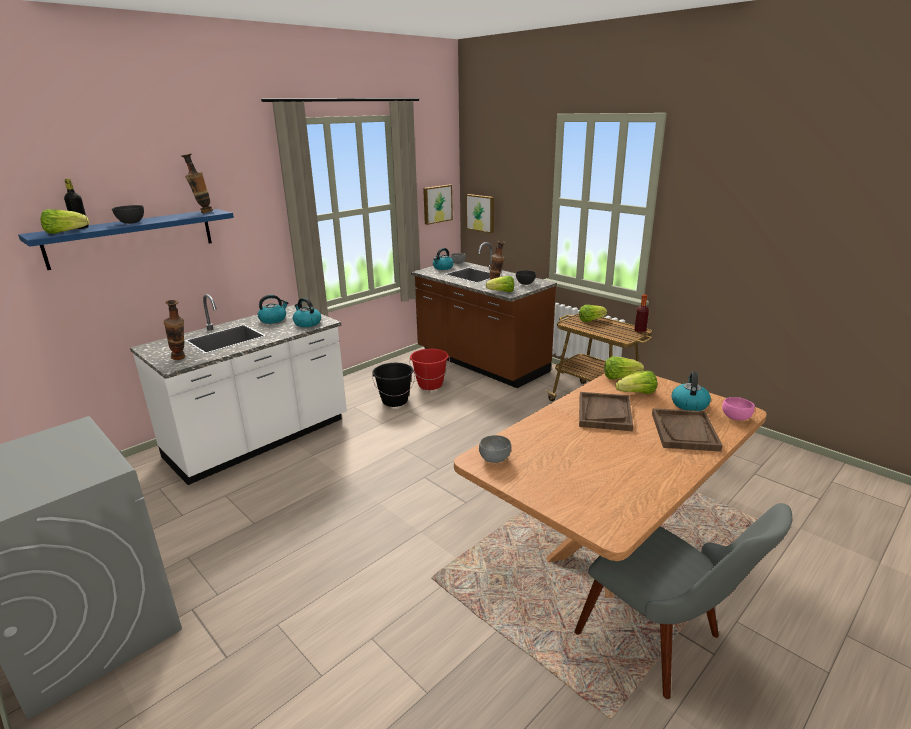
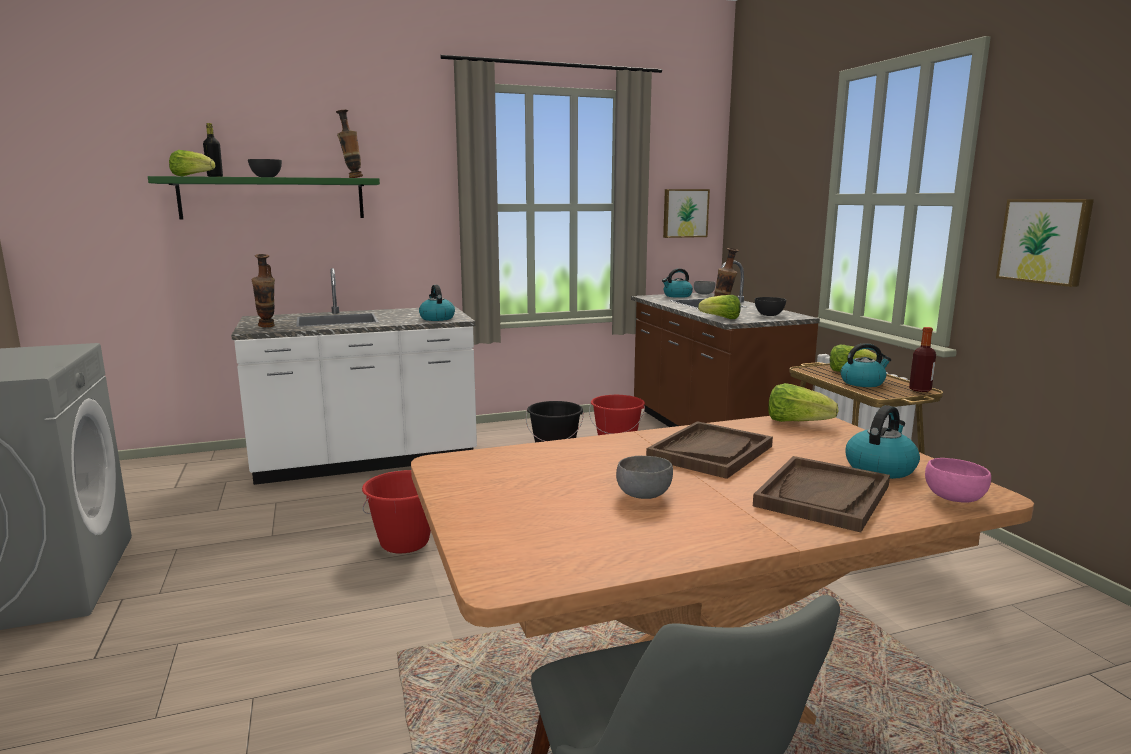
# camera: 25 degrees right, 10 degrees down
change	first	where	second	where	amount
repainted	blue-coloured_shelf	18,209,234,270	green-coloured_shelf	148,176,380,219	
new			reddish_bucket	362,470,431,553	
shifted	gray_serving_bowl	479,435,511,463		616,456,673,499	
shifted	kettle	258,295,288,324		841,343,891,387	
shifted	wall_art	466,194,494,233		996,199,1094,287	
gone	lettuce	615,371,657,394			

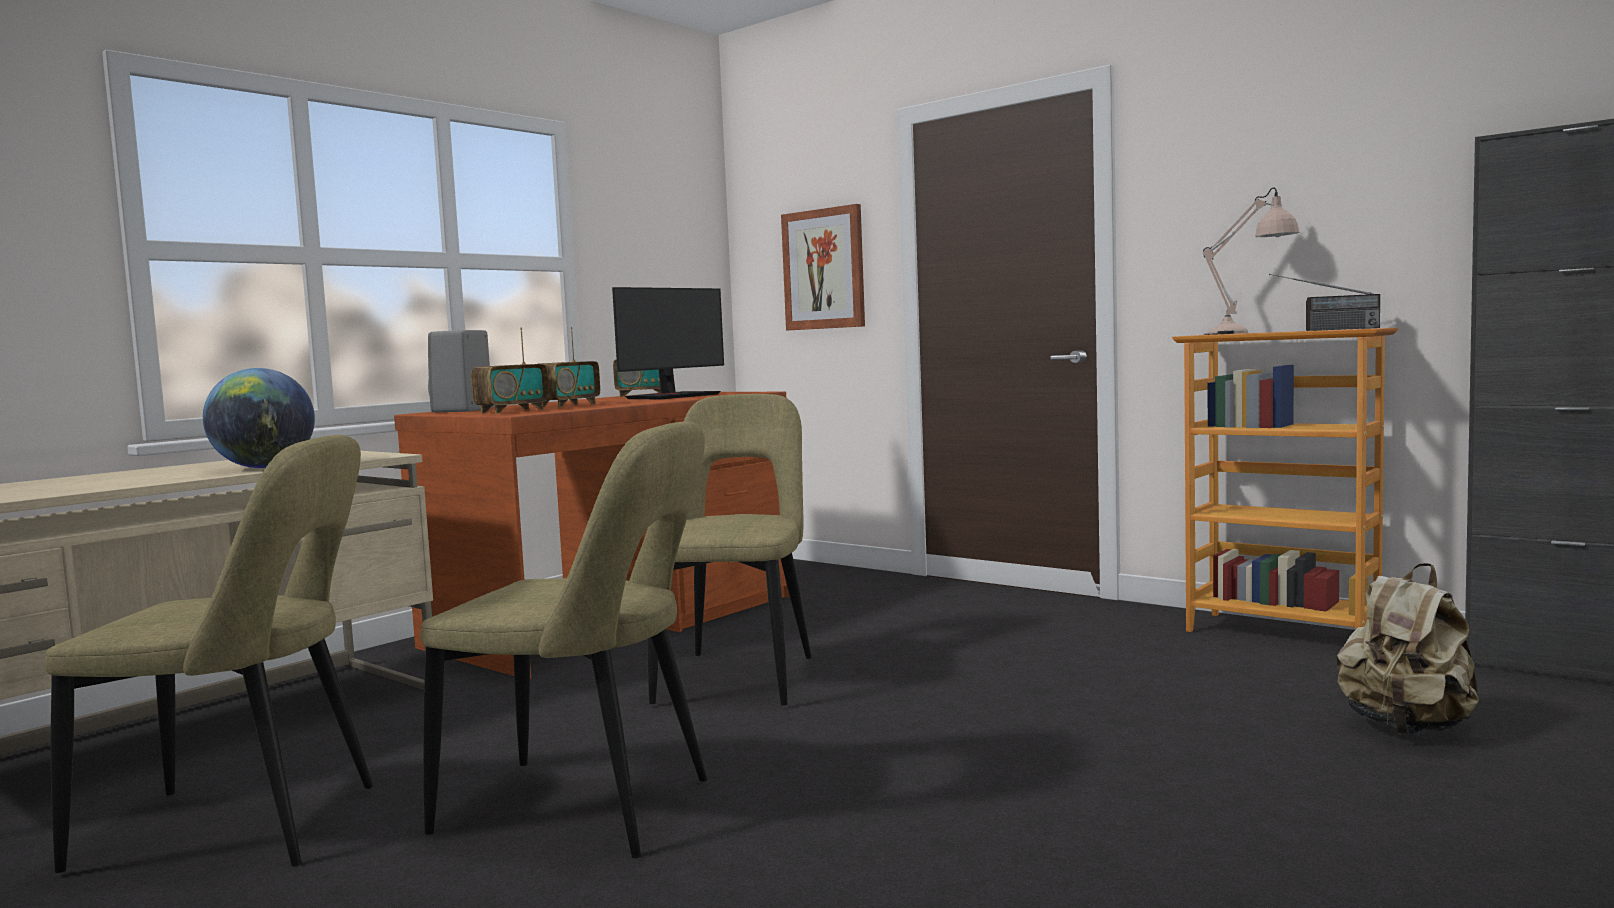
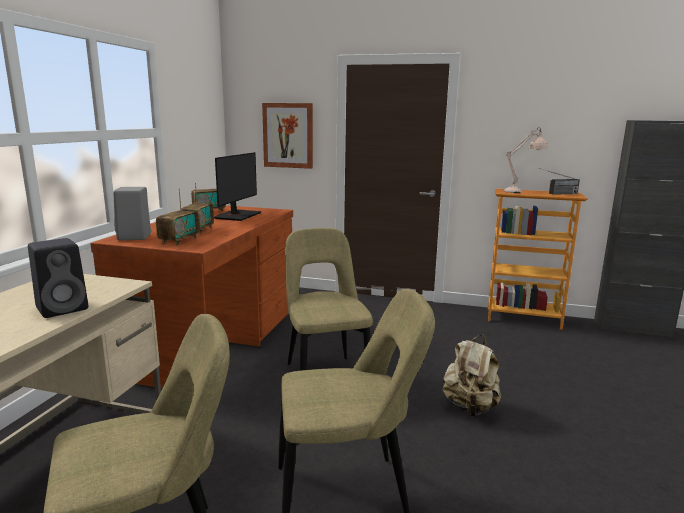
# camera: 25 degrees left, 10 degrees up
change	first	where	second	where	amount
swapped	world_globe	203,368,315,468	black_loudspeaker	28,238,88,318	
shifted	sand-coloured_rucksack	1336,563,1479,736		442,335,501,417	

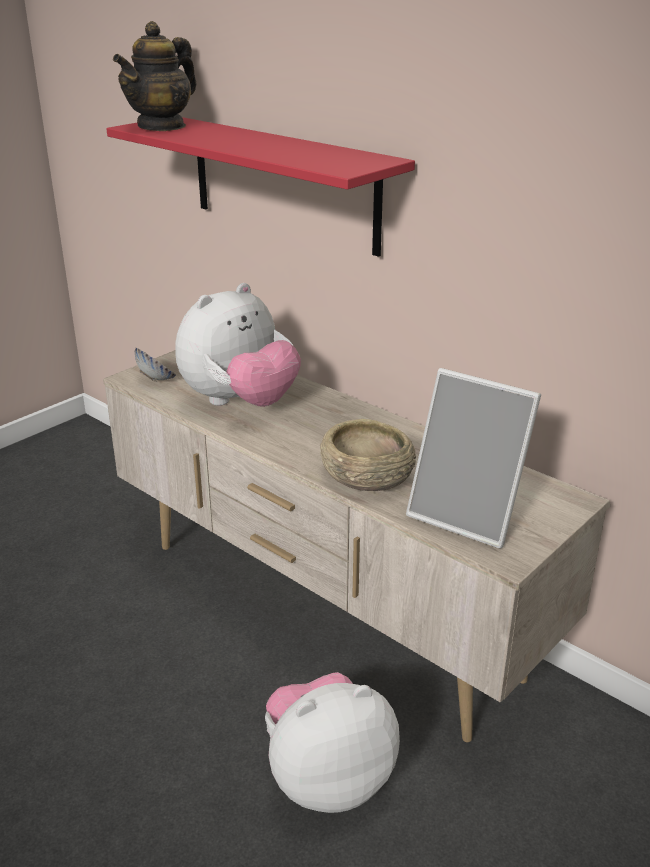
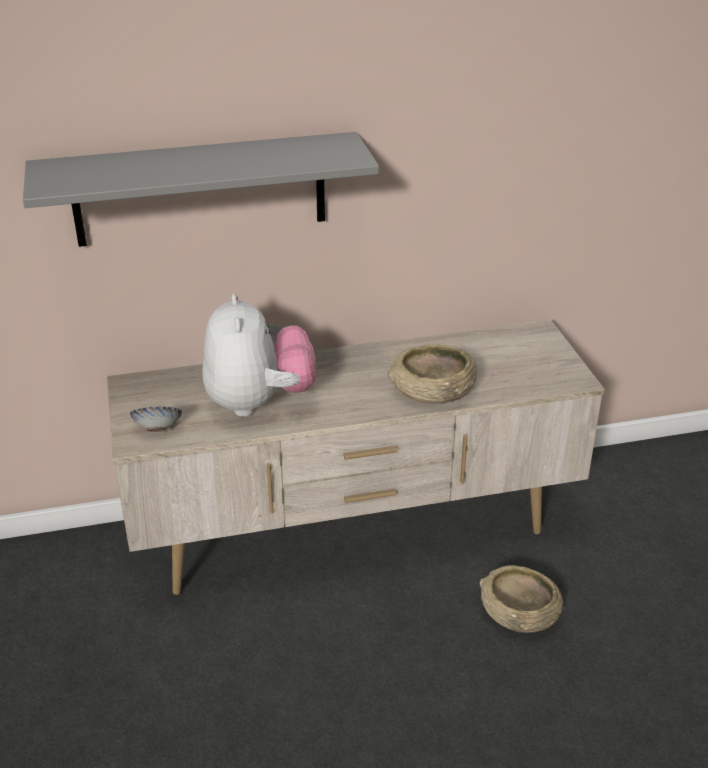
# camera: 55 degrees left, 5 degrees up
change	first	where	second	where	amount
repainted	reddish_shelf	106,117,415,257	gray_shelf	23,132,379,247	
swapped	plush_toy	265,672,400,813	sand-coloured_serving_bowl	480,565,563,633	
gone	tea_pot	113,21,197,131			
gone	standing_frame	406,368,541,548			

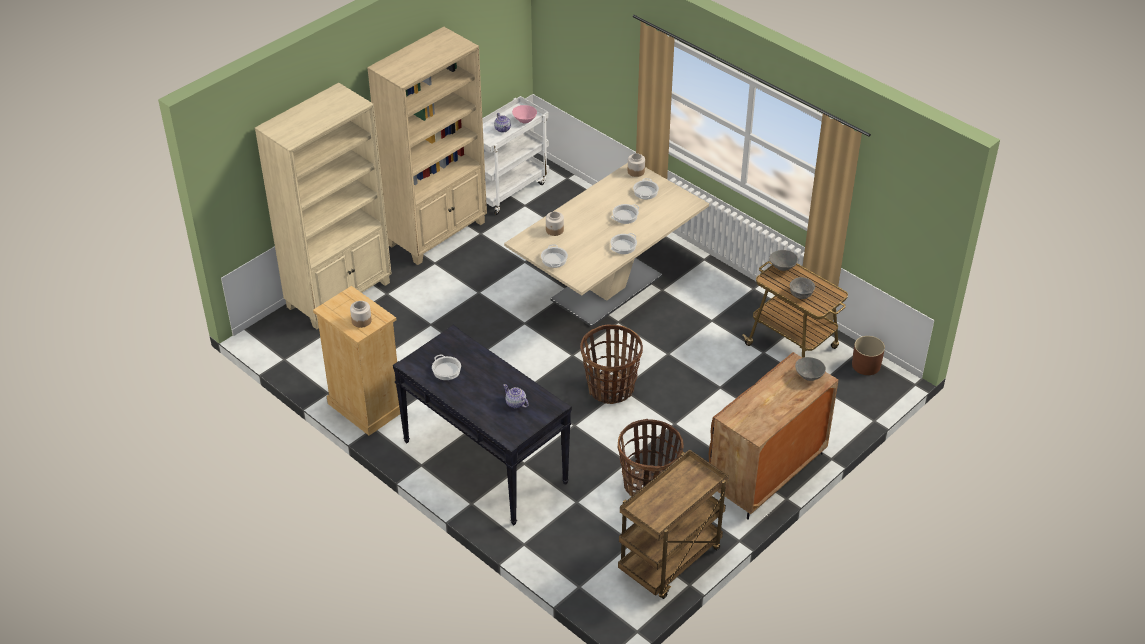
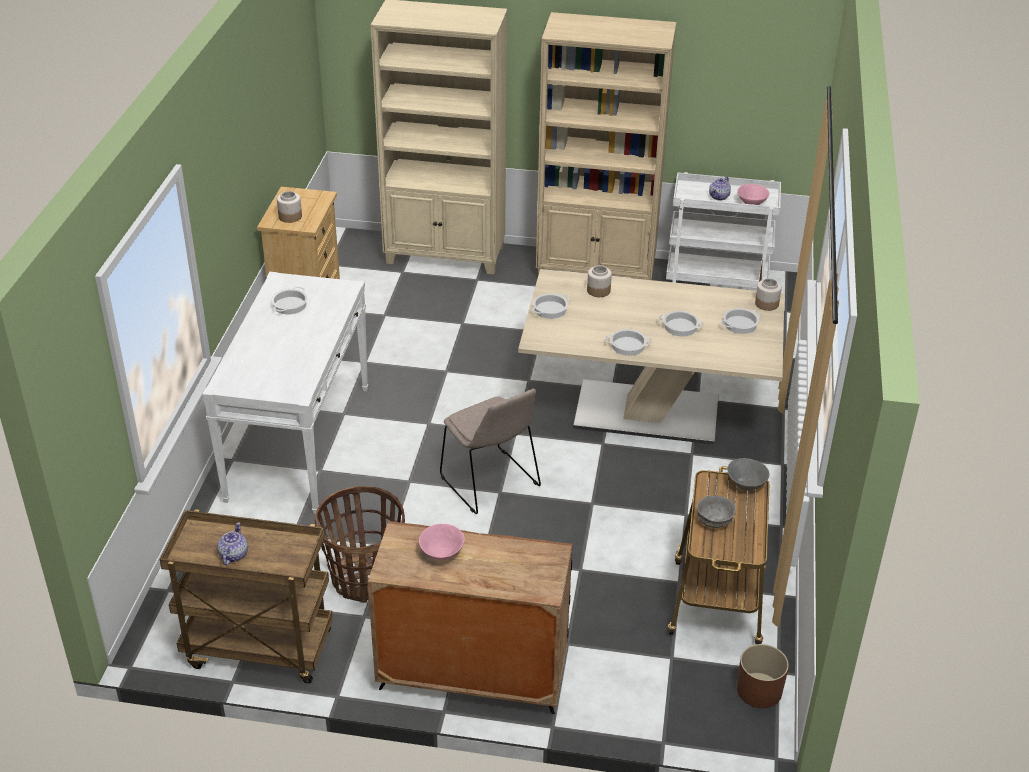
# camera: 55 degrees right, 5 degrees down
change	first	where	second	where	amount
repainted	black_narrow_table	393,325,572,525	white_narrow_table	202,272,368,514	
shifted	tea_pot	503,384,529,408		217,522,248,565	
new			pinkish_serving_bowl	419,524,465,561	
swapped	storage_basket	580,324,643,404	sand-coloured_plain_chair	440,389,541,514	
gone	gray_serving_bowl	795,357,826,381			

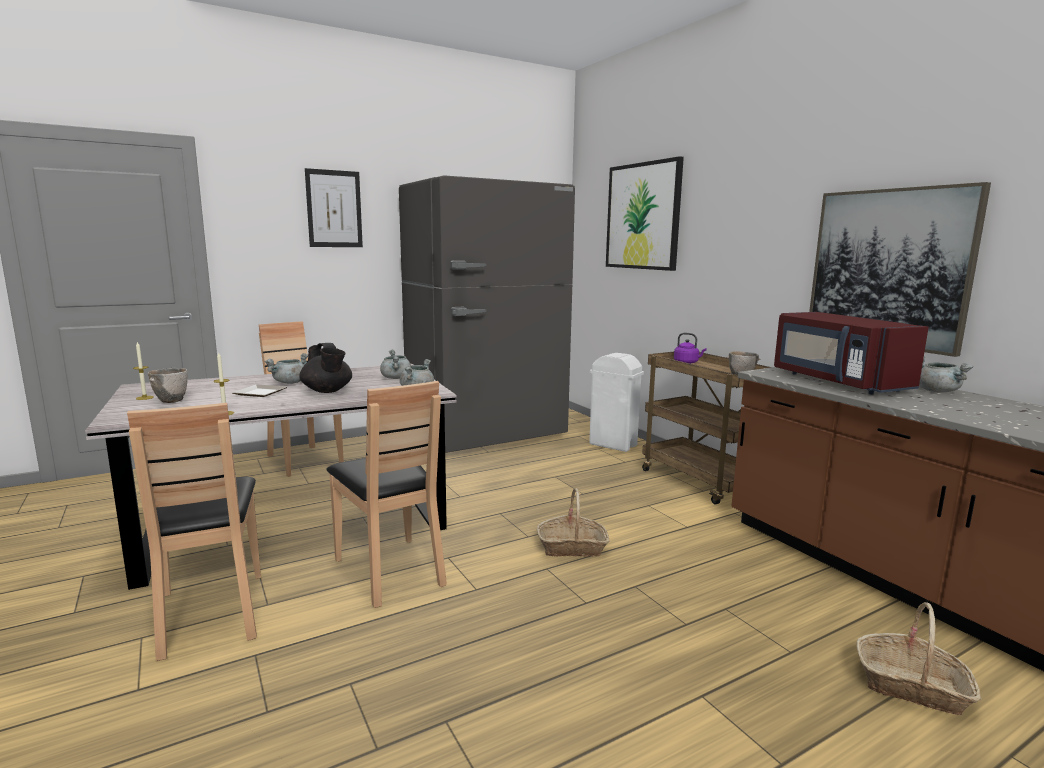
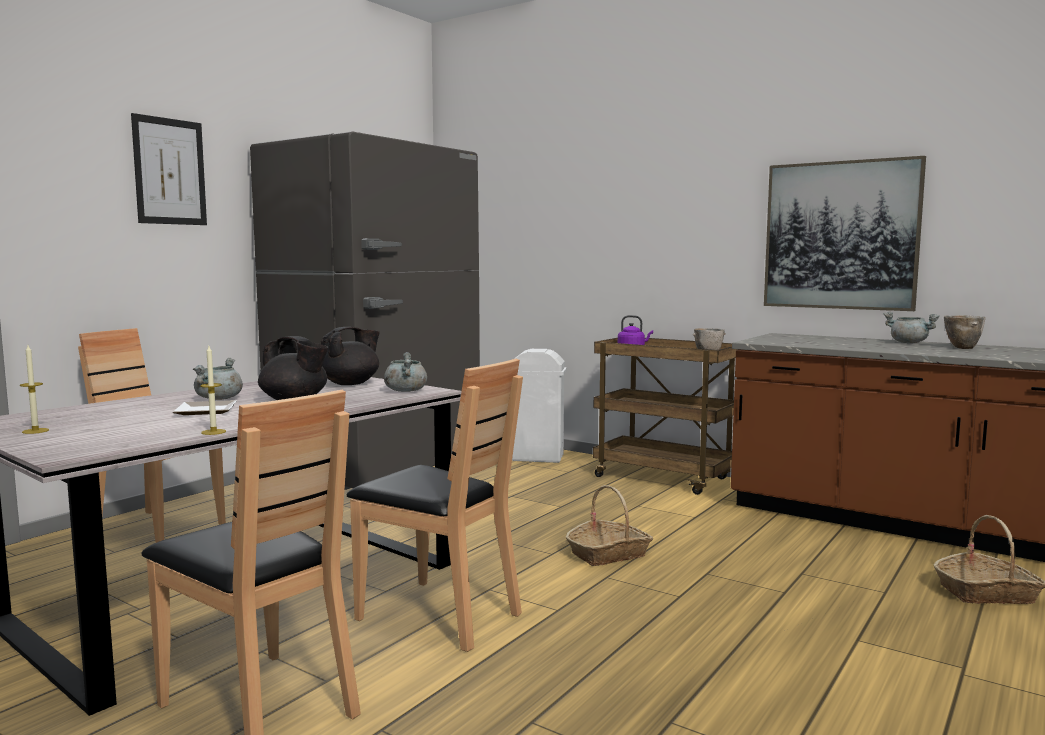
# camera: 25 degrees left, 5 degrees down
change	first	where	second	where	amount
swapped	gray_stockpot	380,350,411,379	black_tea_pot	321,327,380,385	
shifted	serving_bowl	148,368,188,403		944,315,986,349	
gone	wall_art	606,156,684,271			
gone	reddish_microwave	774,312,929,394			

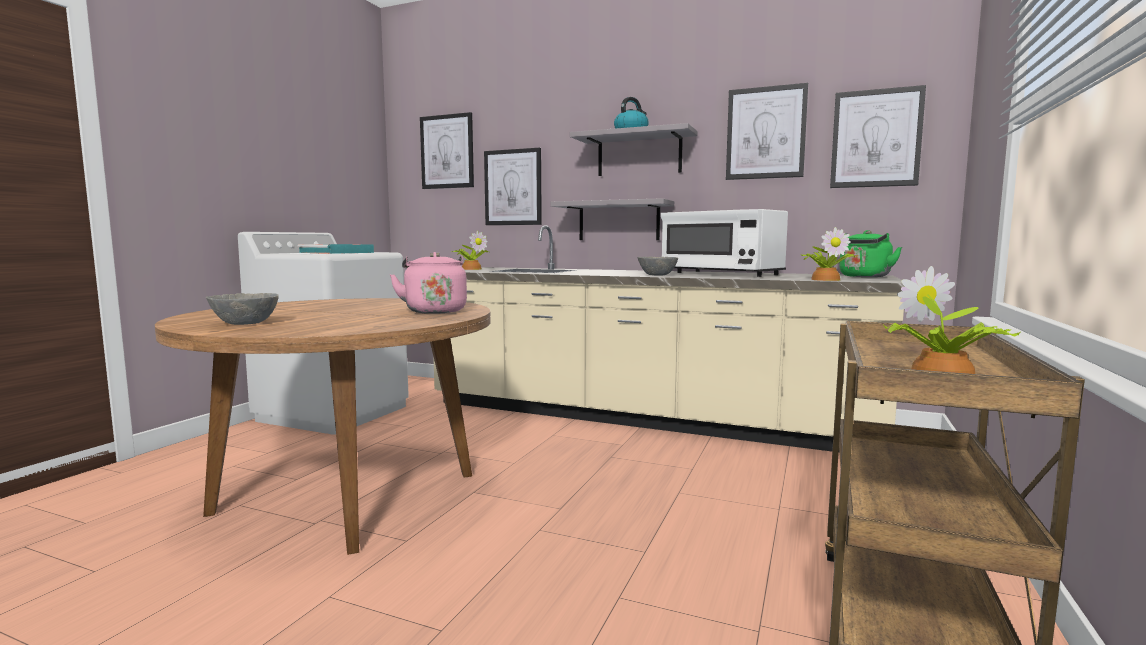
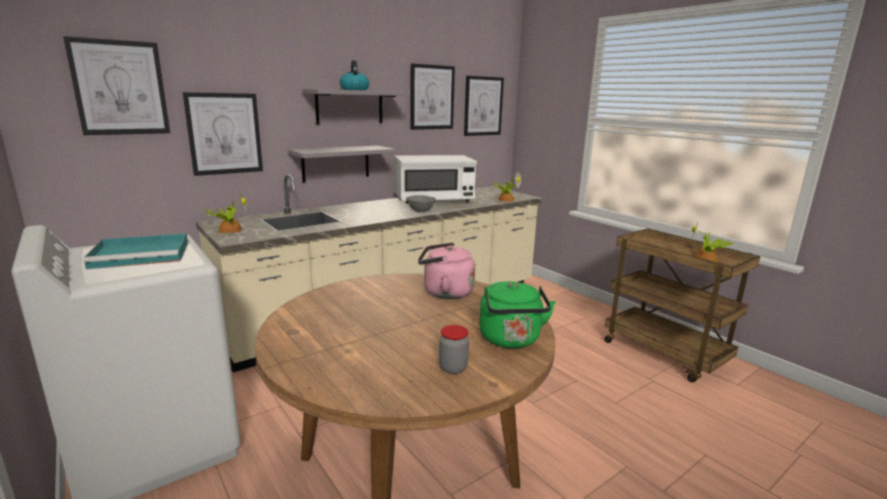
# camera: 60 degrees left, 10 degrees up
change	first	where	second	where	amount
swapped	gray_serving_bowl	206,293,279,325	jar	439,325,469,374	
shifted	green-coloured_kettle	839,230,902,277		479,281,556,348	

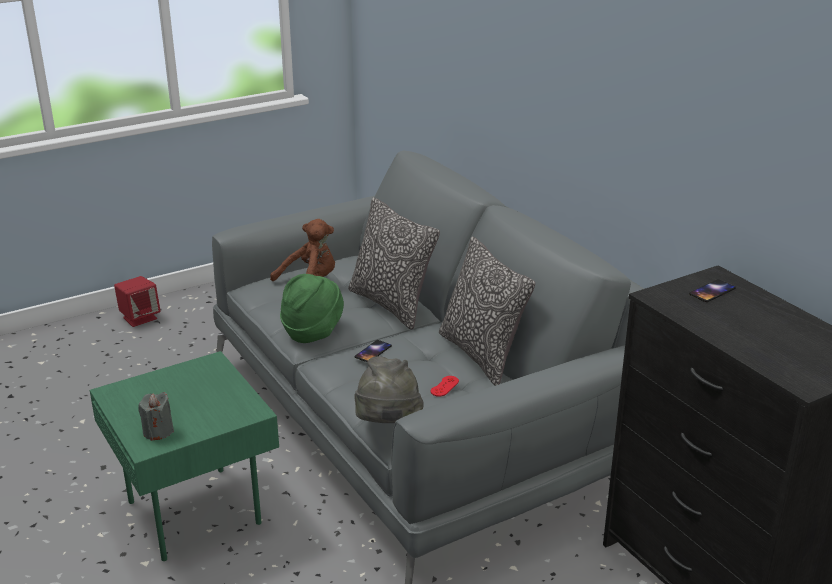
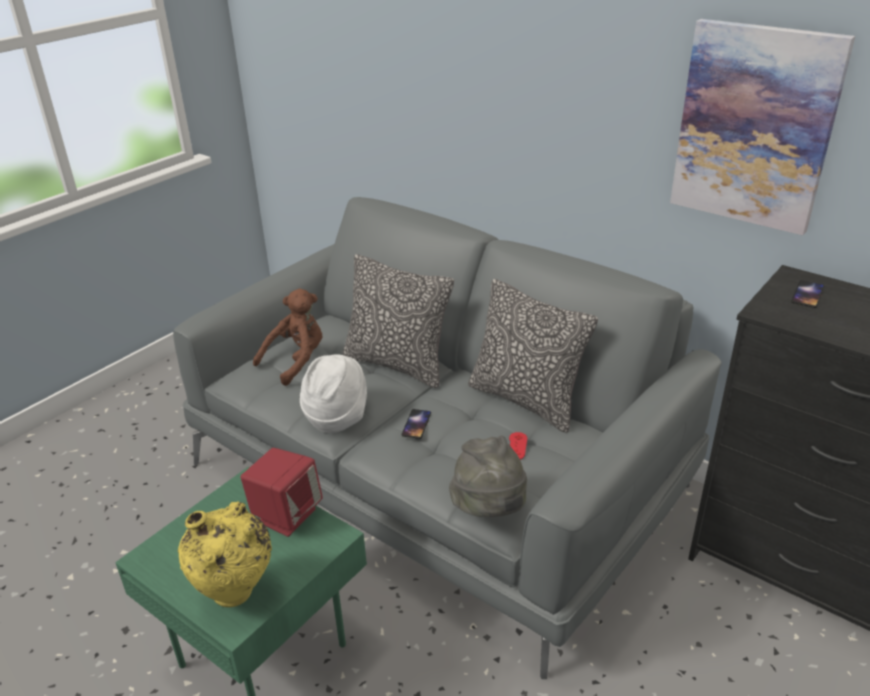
# camera: 20 degrees left, 5 degrees up
change	first	where	second	where	amount
swapped	gray_wax_light	138,392,174,441	yellow_vase	178,501,272,607	
shifted	reddish_loudspeaker	114,276,160,327		241,448,323,537	
repainted	green-coloured_hat	280,274,344,343	white_hat	300,354,367,433	
new			wall_art	670,19,855,235	

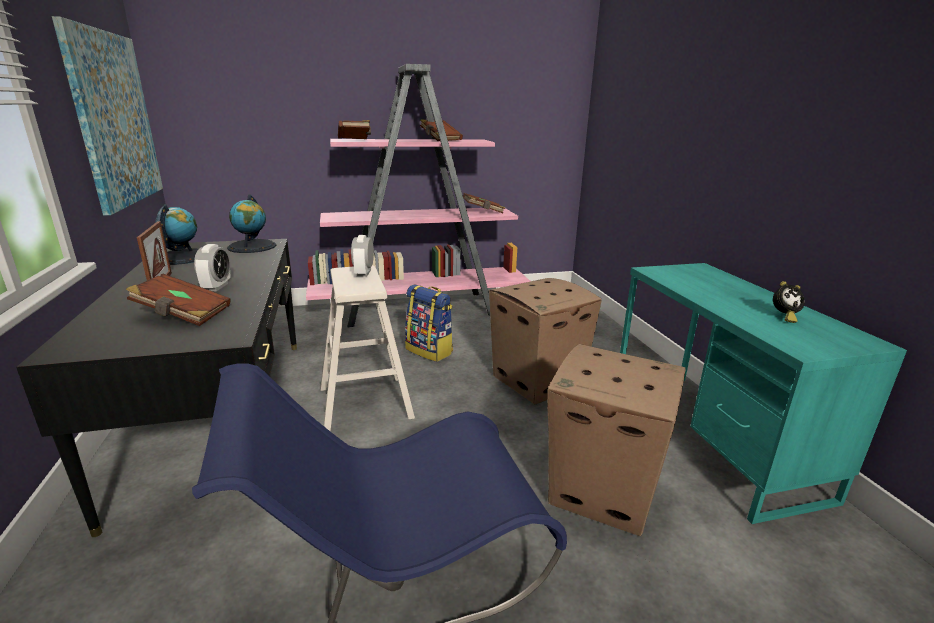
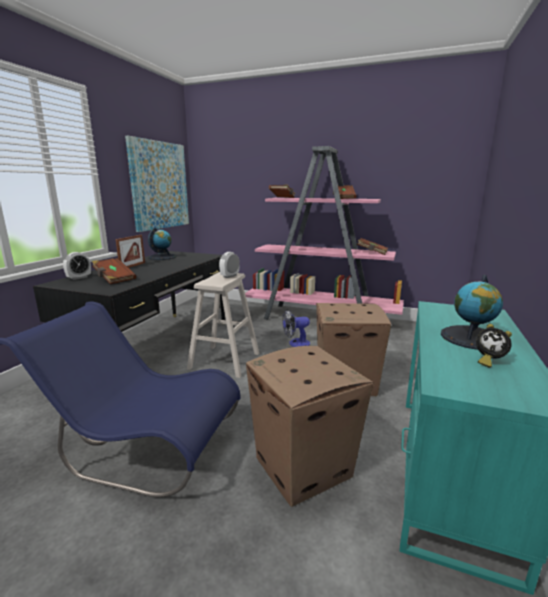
# camera: 35 degrees right, 5 degrees down
change	first	where	second	where	amount
shifted	table_clock	194,244,231,291		63,252,91,280	
swapped	rucksack	405,285,453,362	fan	282,309,310,347	
shifted	world_globe	227,194,276,253		441,275,503,350	

